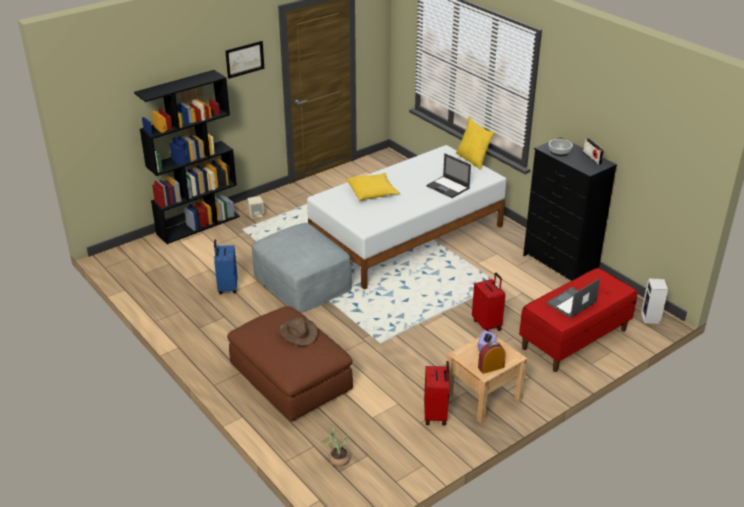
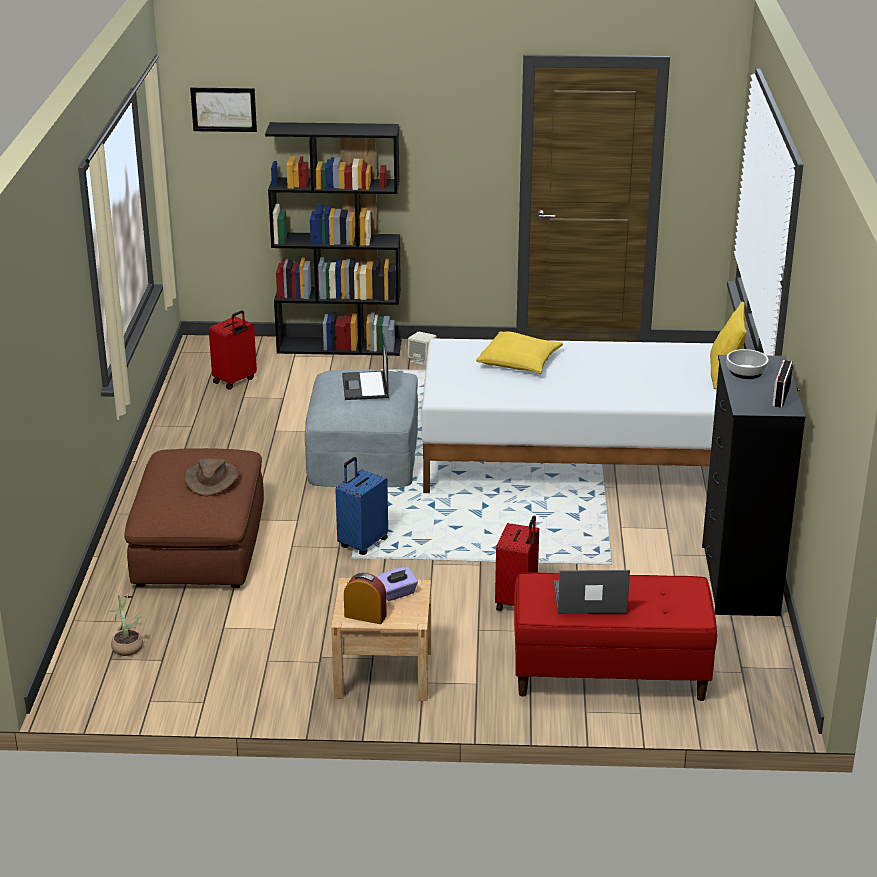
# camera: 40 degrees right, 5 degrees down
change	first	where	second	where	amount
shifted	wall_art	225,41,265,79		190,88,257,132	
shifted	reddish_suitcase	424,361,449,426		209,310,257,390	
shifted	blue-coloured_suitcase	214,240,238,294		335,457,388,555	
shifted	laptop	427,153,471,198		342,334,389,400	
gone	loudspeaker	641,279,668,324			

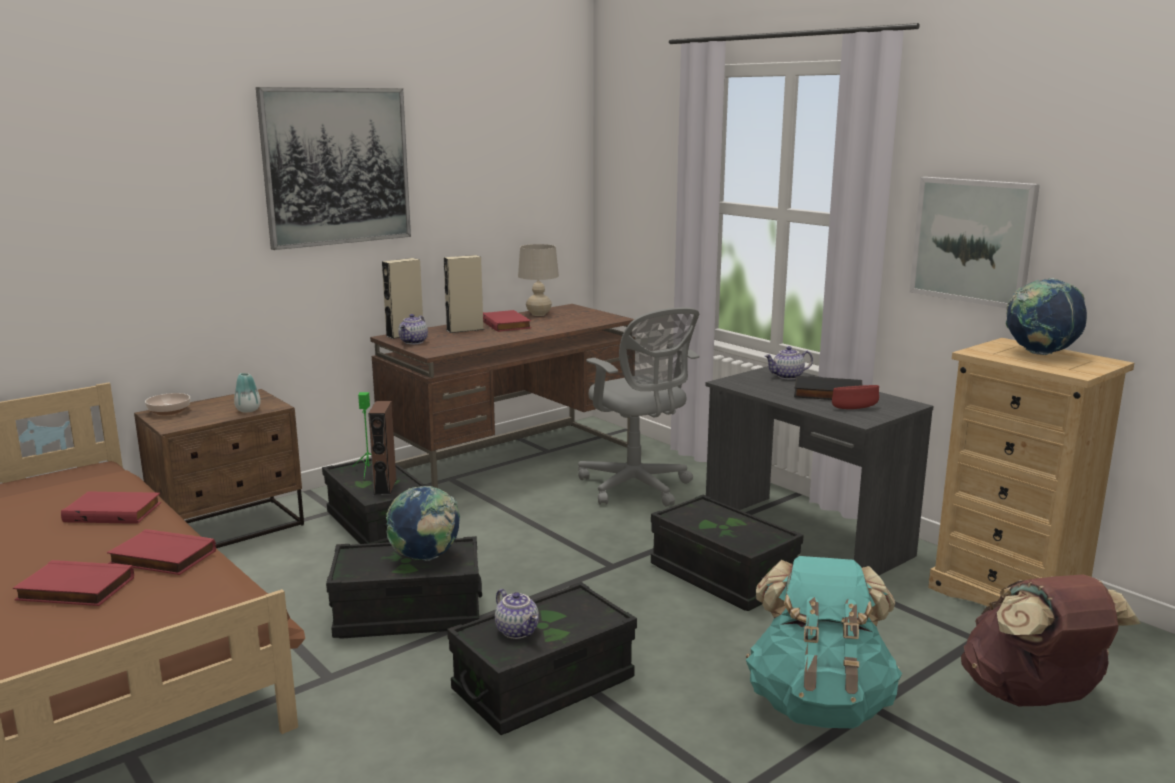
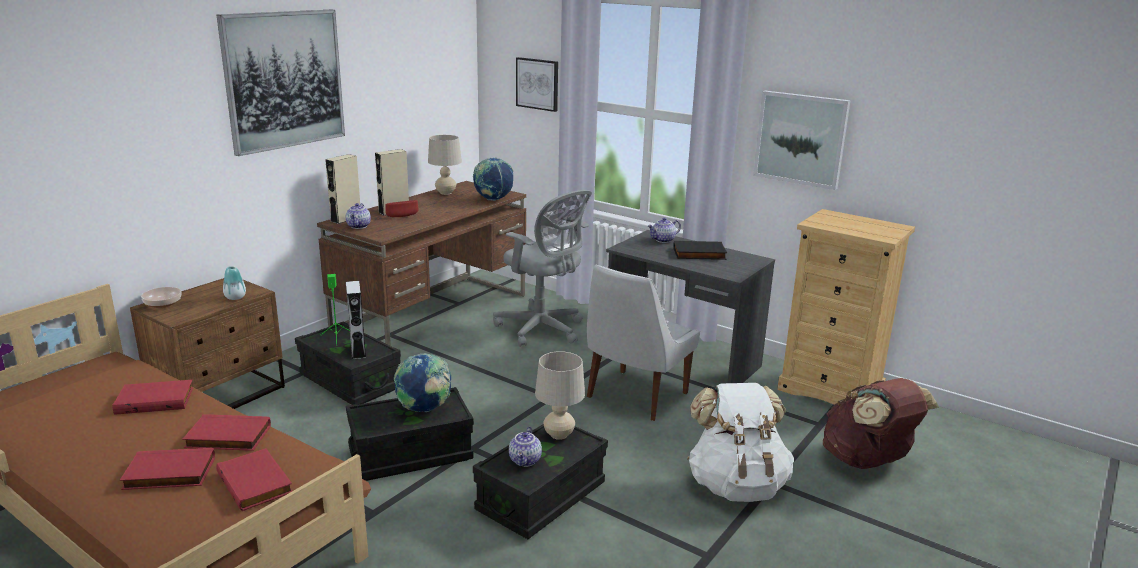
# camera: 15 degrees left, 5 degrees up
change	first	where	second	where	amount
shifted	reddish_book	483,310,531,332		216,448,292,511	
repainted	brownish_loudspeaker	368,401,397,495	gray_loudspeaker	346,281,366,359	
shifted	reddish_serving_bowl	832,385,879,409		385,200,419,217	
shifted	world_globe	1006,278,1087,355		473,157,513,201	
rotated	tea_pot	495,589,539,639		509,427,542,467	60 degrees clockwise
new			wall_art	516,57,558,112	
new			sand-coloured_tabletop_lamp	535,351,585,440	
swapped	black_storage_container	651,495,804,611	white_plain_chair	587,265,700,421	
repainted	turquoise-coloured_rucksack	746,556,902,728	white_rucksack	687,383,794,502	

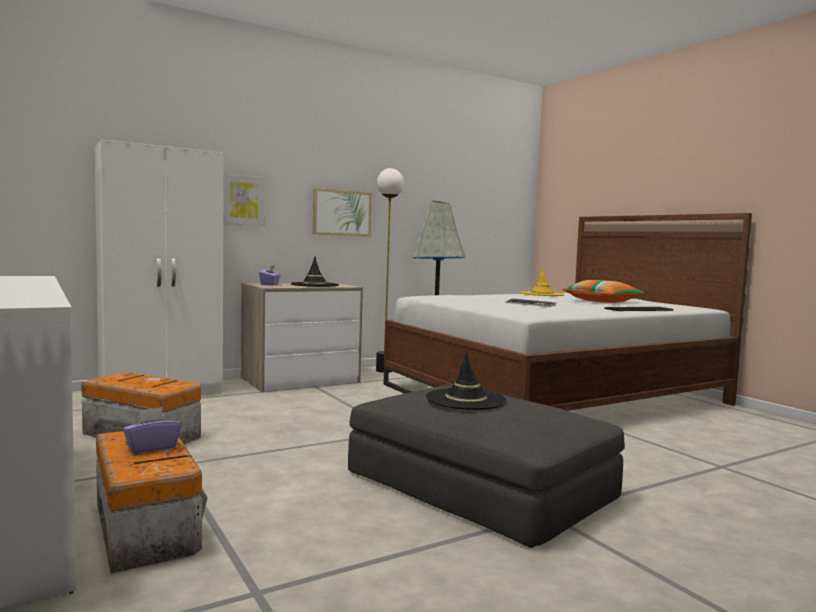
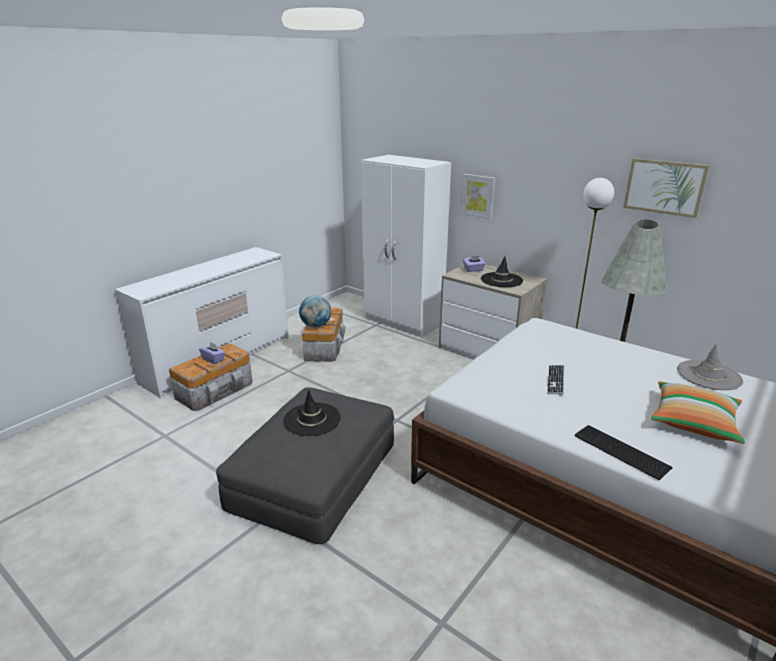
# camera: 70 degrees right, 20 degrees up
change	first	where	second	where	amount
new			world_globe	299,295,331,328	
shifted	wall_art	313,188,372,237		623,158,710,218	
repainted	yellow_hat	520,268,565,296	gray_hat	677,344,743,390	

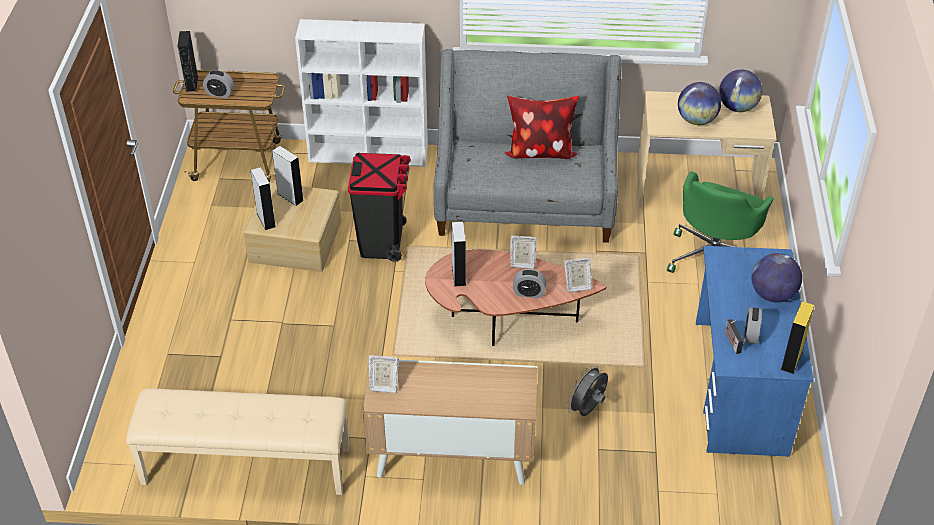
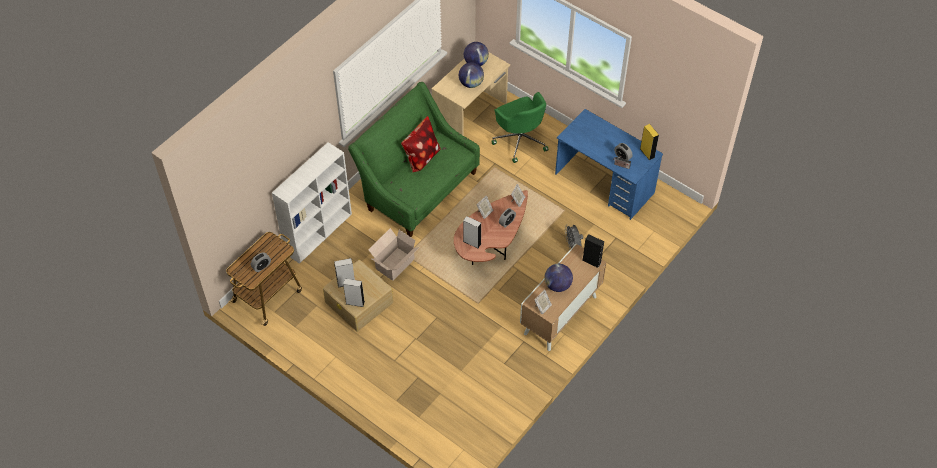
# camera: 55 degrees left, 10 degrees up
change	first	where	second	where	amount
repainted	gray_settee	434,49,622,243	green-coloured_settee	348,82,480,237	
swapped	black_waste_bin	348,153,411,262	cardboard_box	368,228,419,281	
shifted	world_globe	752,253,802,303		544,264,573,292	
shifted	black_loudspeaker	178,31,198,92		582,234,604,268	
gone	sand-coloured_long_seat	126,388,350,495			

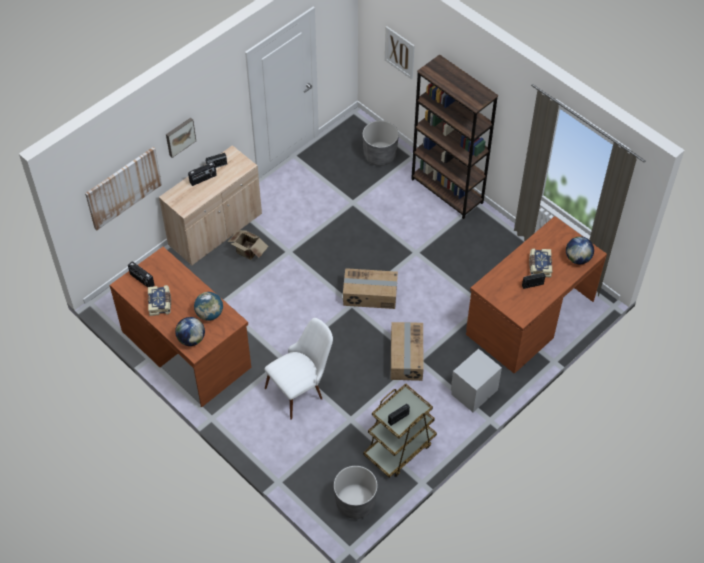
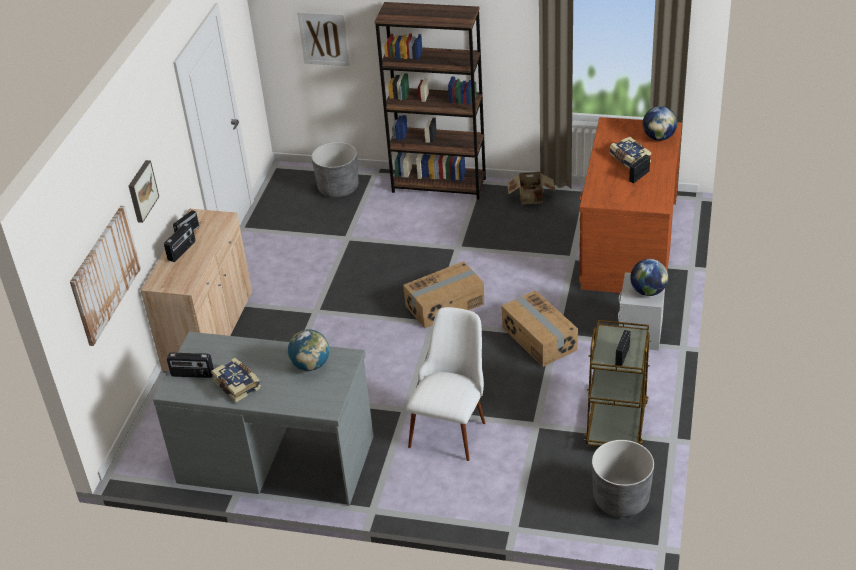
# camera: 30 degrees left, 15 degrees down
change	first	where	second	where	amount
repainted	brownish_desk	109,247,251,407	gray_desk	153,332,374,506	
shifted	cardboard_box	228,230,269,260		507,172,555,205	
shifted	world_globe	175,317,205,346		630,259,668,296	

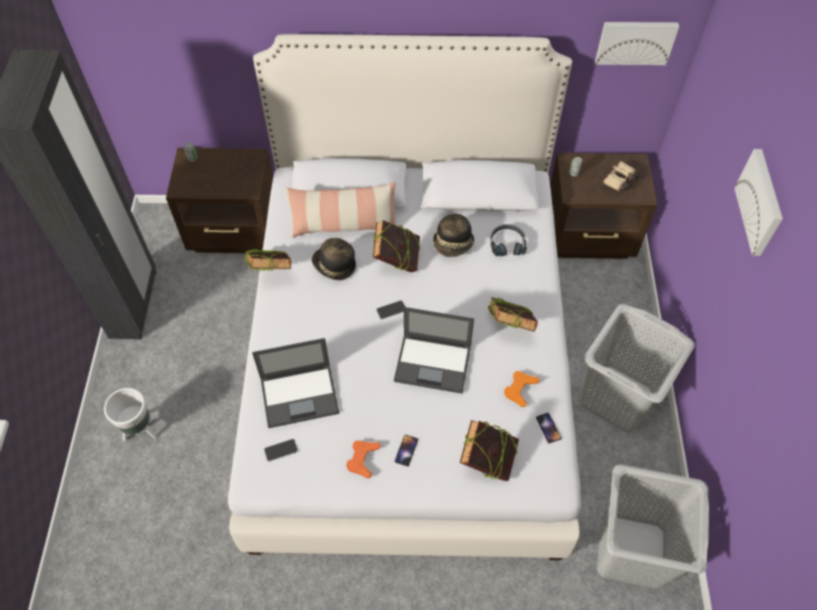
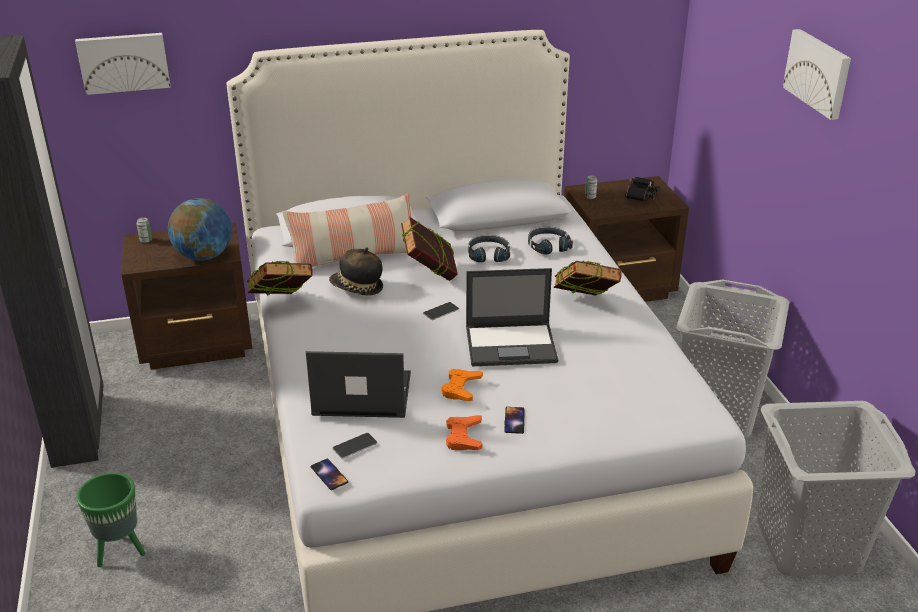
# camera: 15 degrees left, 25 degrees down
change	first	where	second	where	amount
shifted	wall_art	595,22,679,65		75,33,170,95	
repainted	white_plant_pot	104,388,157,441	green-coloured_plant_pot	76,473,146,567	
new			world_globe	168,198,232,261	
rotated	laptop	252,338,339,428		306,351,411,418	150 degrees counterclockwise
shifted	handset	536,413,562,443		311,459,348,490	
shifted	orangey_joypad	504,371,540,407		441,369,483,401	
swapped	hat	433,213,474,257	black_headphones	468,235,510,262	
repainted	sand-coloured_pair_of_binoculars	604,161,639,191	black_pair_of_binoculars	625,177,660,201	
gone	book	460,420,519,481			

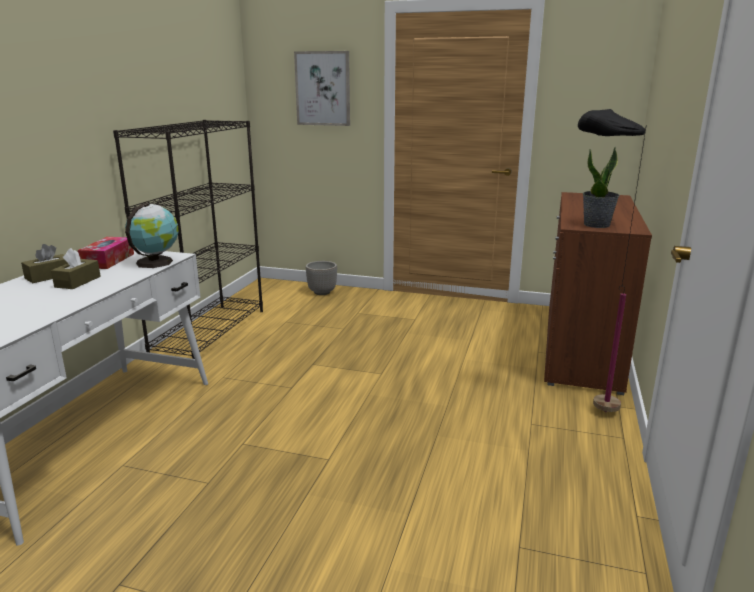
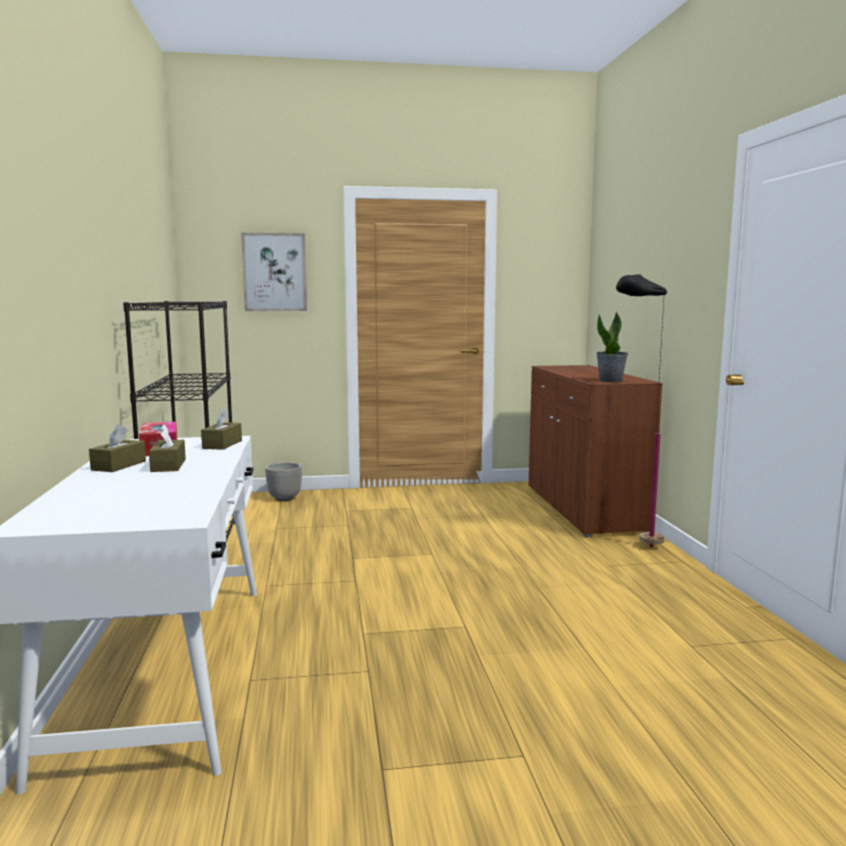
# camera: 25 degrees left, 10 degrees down
change	first	where	second	where	amount
swapped	world_globe	125,203,179,268	brownish_tissue_box	201,408,242,450	

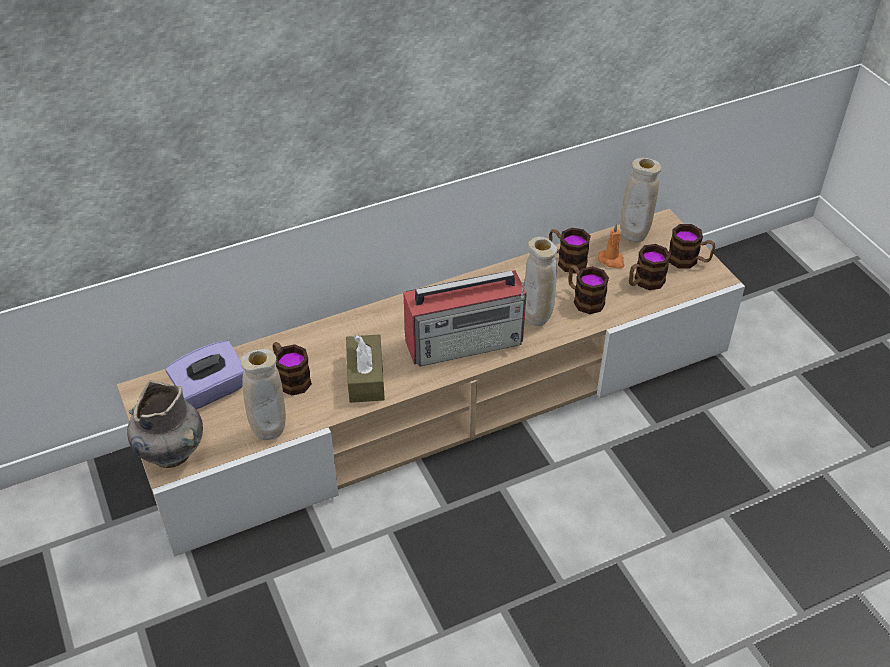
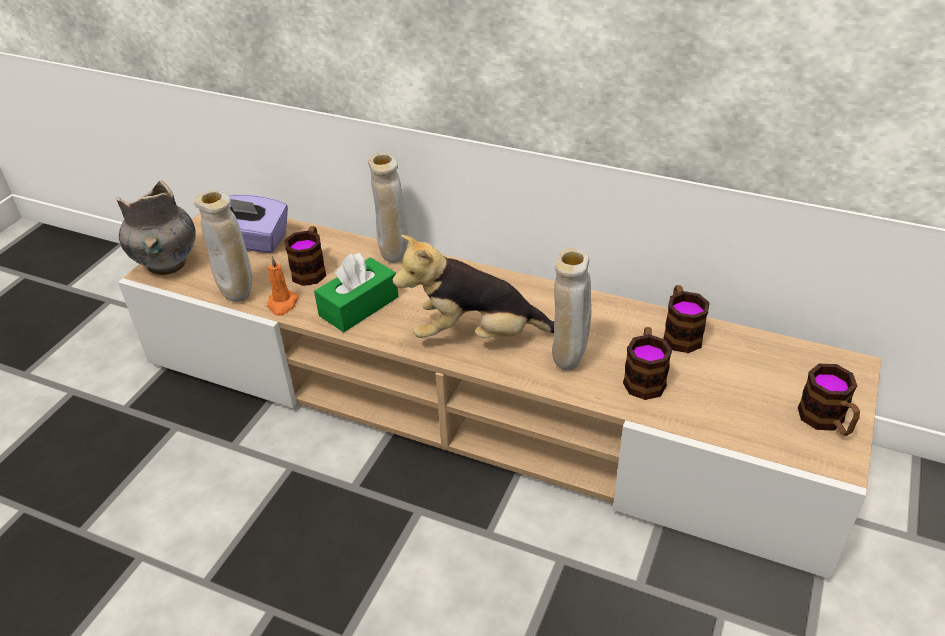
# camera: 50 degrees right, 5 degrees down
change	first	where	second	where	amount
shifted	orangey_wax_light	598,224,624,268		267,256,298,316	
repainted	brownish_tissue_box	346,334,385,403	green-coloured_tissue_box	314,253,399,332	
shifted	sand-coloured_vase	620,158,661,243		368,153,408,263	
swapped	radio_set	403,270,527,367	plush_toy	392,235,554,338	
gone	tea_mug	629,244,671,290			

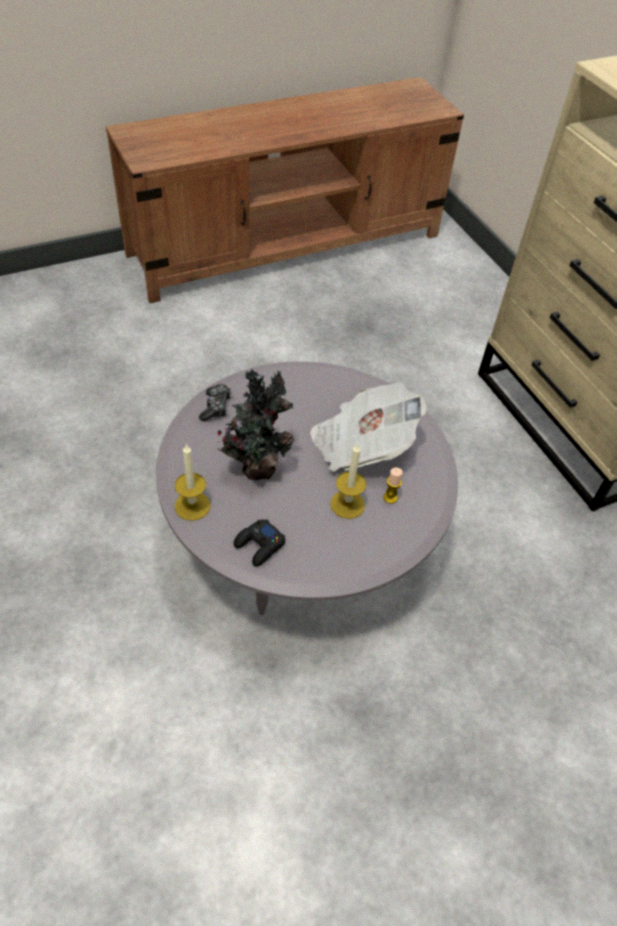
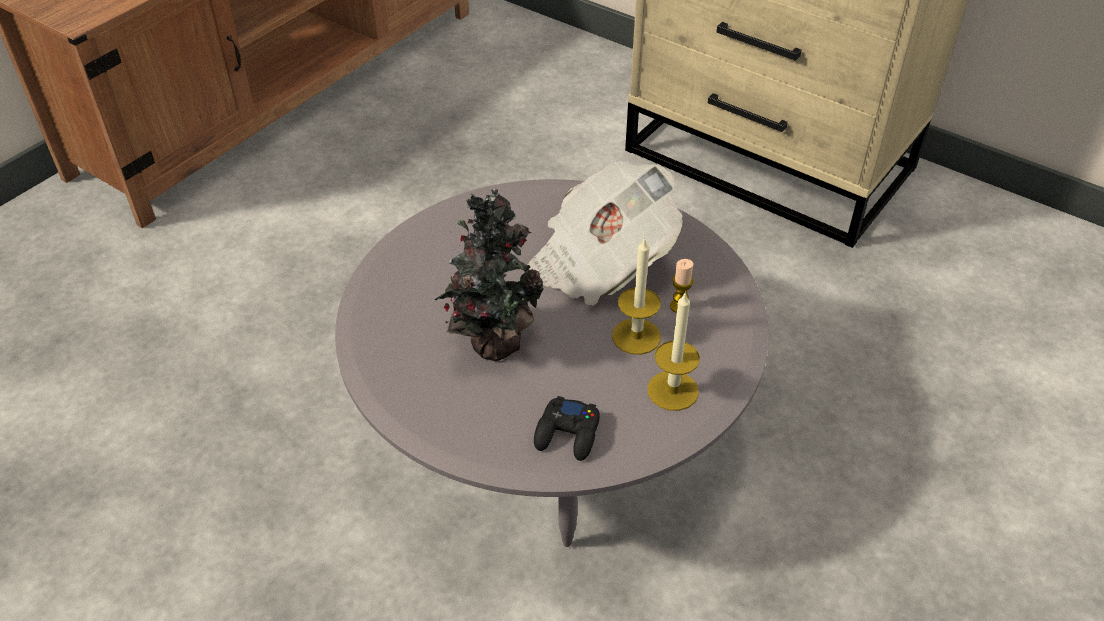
# camera: 25 degrees left, 5 degrees down
change	first	where	second	where	amount
shifted	wax_light	175,444,210,521		647,292,700,411	
gone	joypad	199,384,232,421			

